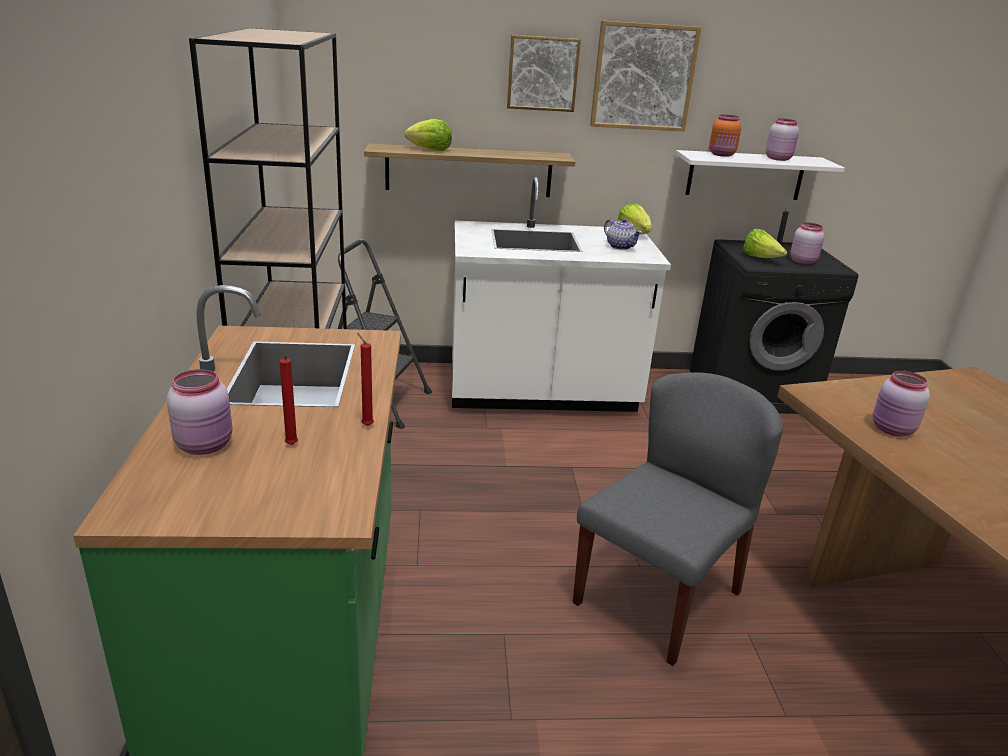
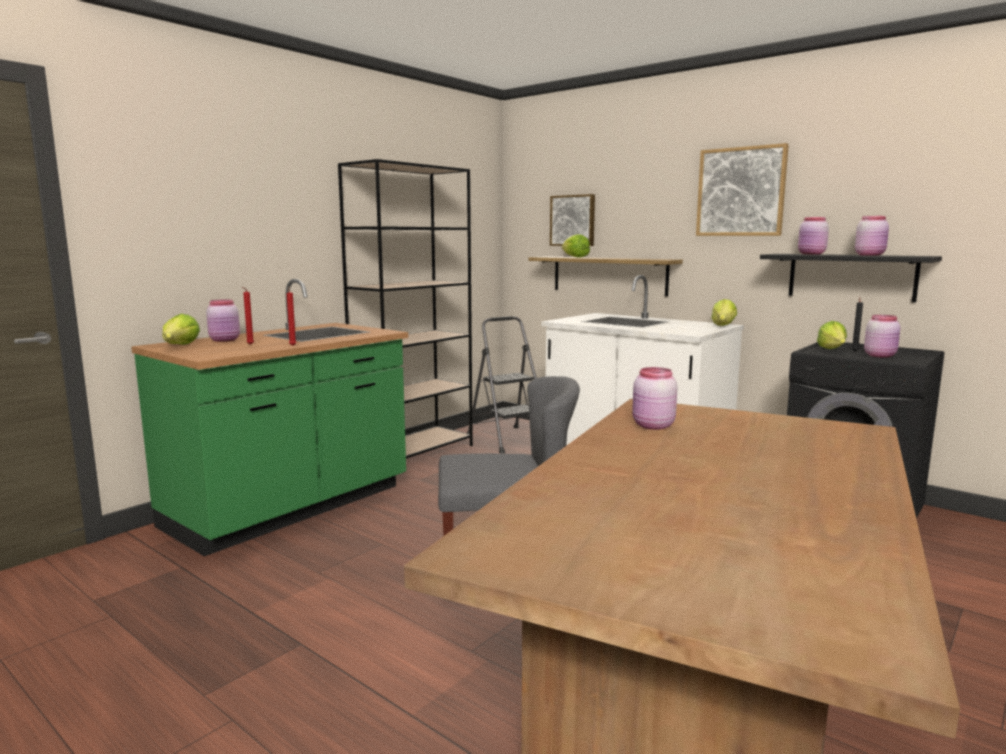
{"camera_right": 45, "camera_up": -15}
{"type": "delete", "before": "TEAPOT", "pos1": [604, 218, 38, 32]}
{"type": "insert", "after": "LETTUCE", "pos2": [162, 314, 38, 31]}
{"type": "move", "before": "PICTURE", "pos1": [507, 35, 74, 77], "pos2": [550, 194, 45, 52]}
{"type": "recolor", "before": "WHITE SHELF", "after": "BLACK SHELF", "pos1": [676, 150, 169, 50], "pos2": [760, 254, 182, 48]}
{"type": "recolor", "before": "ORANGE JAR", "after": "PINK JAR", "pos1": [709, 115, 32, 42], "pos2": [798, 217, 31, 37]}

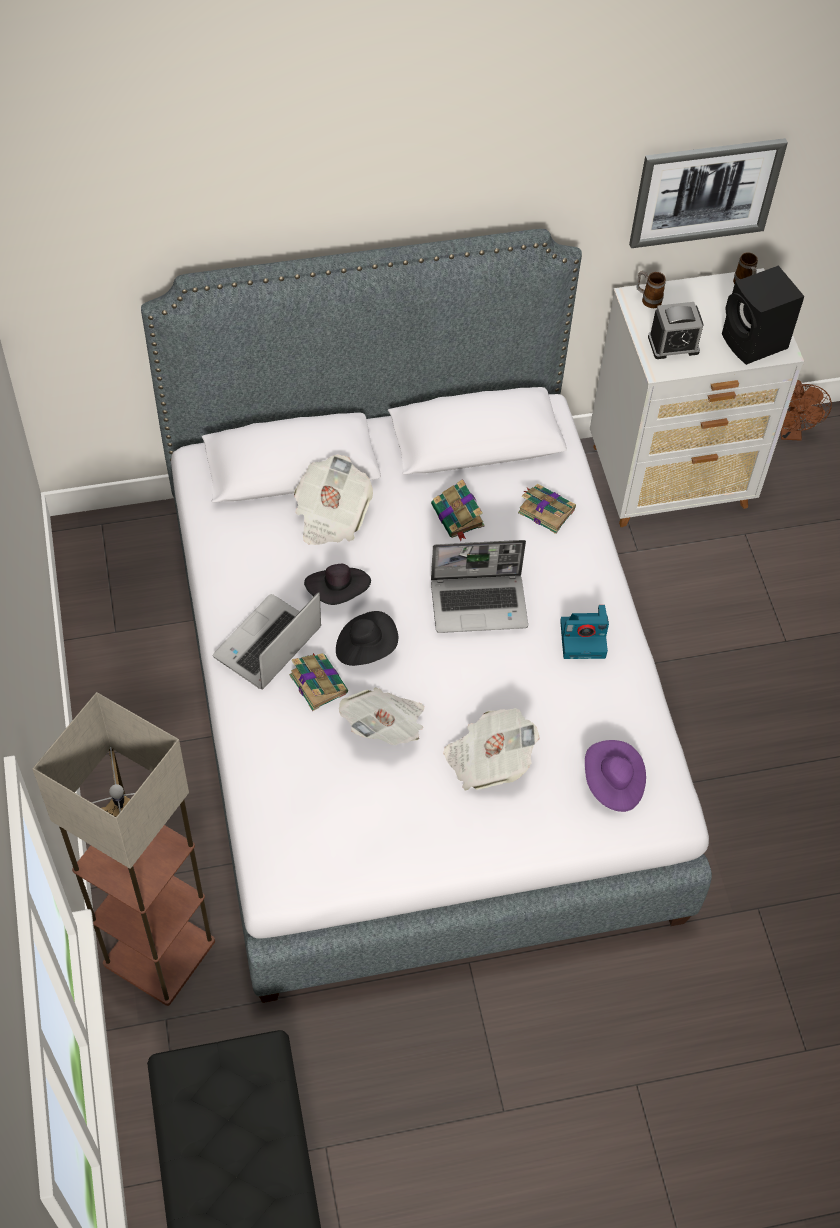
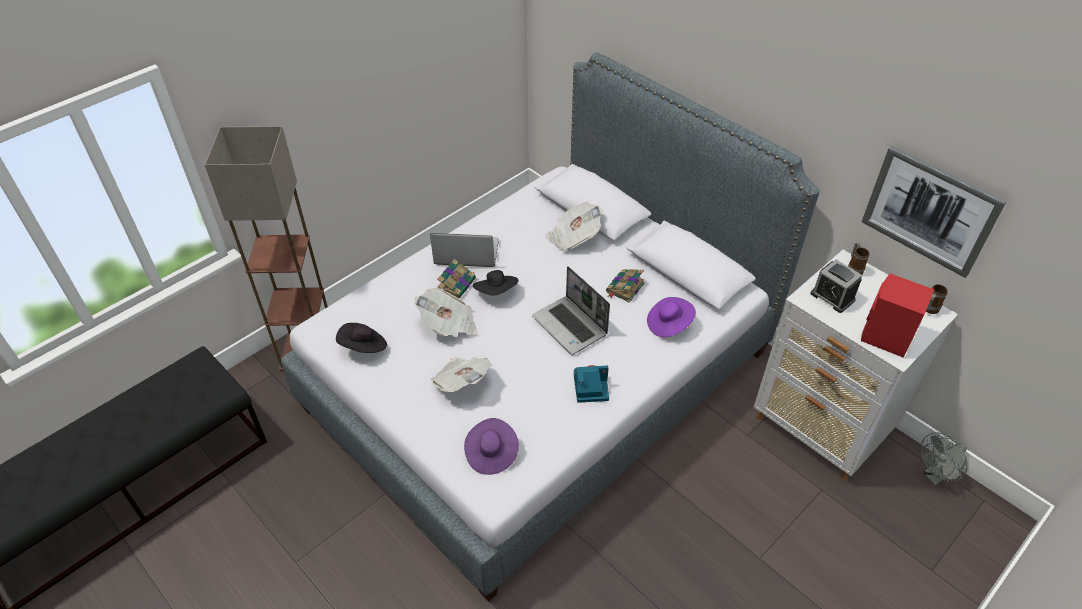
{"camera_right": 60, "camera_up": -10}
{"type": "move", "before": "BLACK HAT", "pos1": [304, 564, 67, 41], "pos2": [336, 323, 51, 30]}
{"type": "replace", "before": "BOOK", "after": "PURPLE HAT", "pos1": [518, 484, 58, 50], "pos2": [647, 297, 49, 40]}
{"type": "recolor", "before": "BLACK SPEAKER", "after": "RED SPEAKER", "pos1": [722, 265, 82, 100], "pos2": [861, 273, 73, 85]}
{"type": "recolor", "before": "BROWN FAN", "after": "GREY FAN", "pos1": [781, 380, 51, 61], "pos2": [921, 432, 47, 54]}
{"type": "rotate", "before": "PHOTO CAMERA", "pos1": [560, 605, 49, 54], "pos2": [574, 365, 35, 38], "turn": 120}

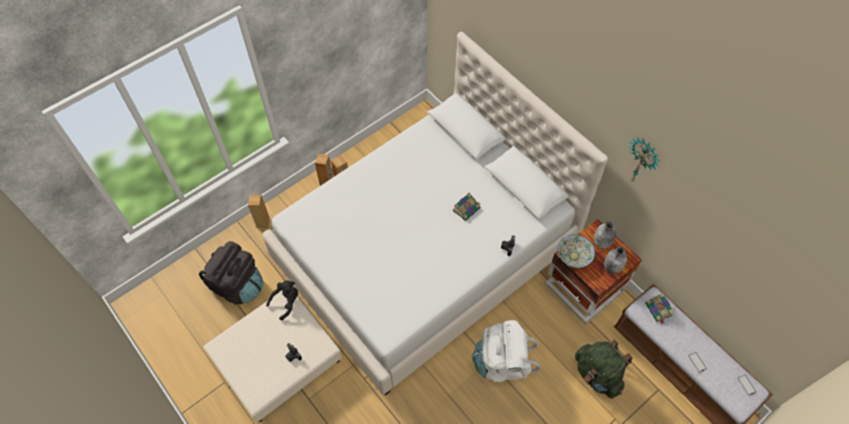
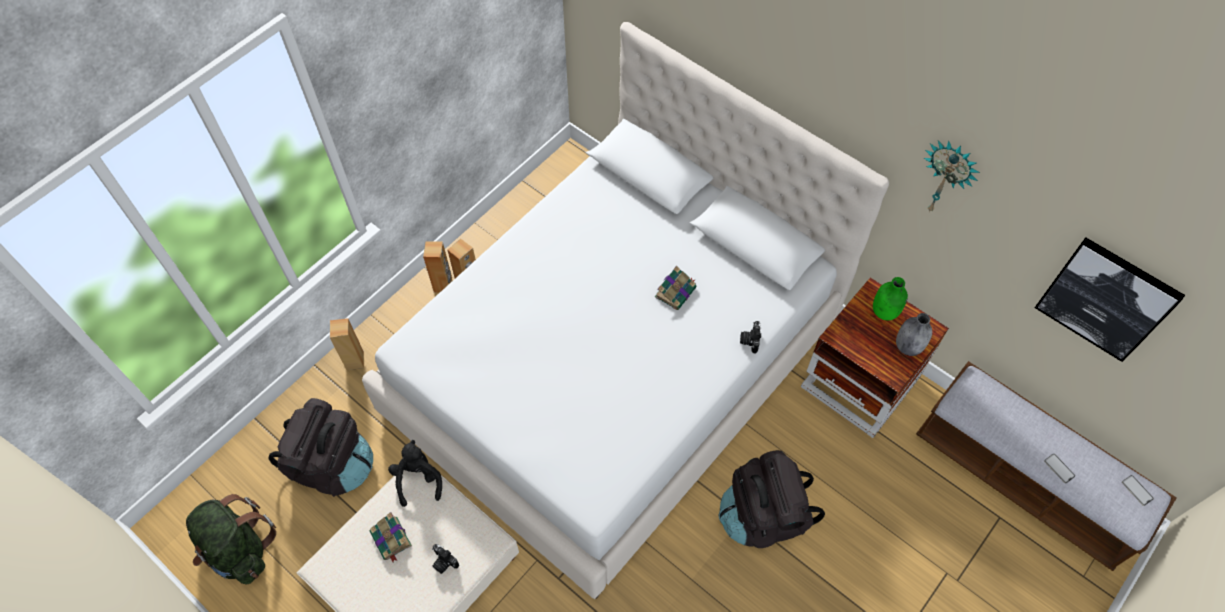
{"camera_right": -10, "camera_up": 0}
{"type": "delete", "before": "BOWL", "pos1": [557, 234, 38, 34]}
{"type": "insert", "after": "PICTURE", "pos2": [1035, 237, 150, 125]}
{"type": "move", "before": "GREEN BACKPACK", "pos1": [575, 340, 57, 59], "pos2": [186, 494, 90, 91]}
{"type": "move", "before": "BOOK", "pos1": [645, 293, 29, 31], "pos2": [370, 512, 42, 50]}
{"type": "recolor", "before": "WHITE BACKPACK", "after": "BLACK BACKPACK", "pos1": [472, 320, 68, 62], "pos2": [719, 450, 106, 98]}
{"type": "recolor", "before": "GREY BOTTLE", "after": "GREEN BOTTLE", "pos1": [594, 221, 22, 28], "pos2": [873, 277, 35, 43]}
{"type": "rotate", "before": "BLACK PLUSH TOY", "pos1": [266, 280, 32, 40], "pos2": [388, 440, 54, 67], "turn": -45}

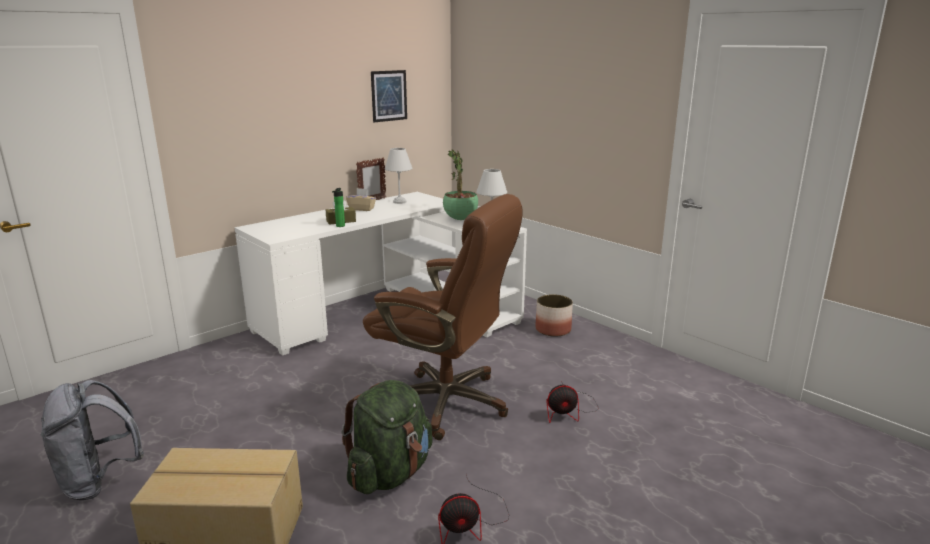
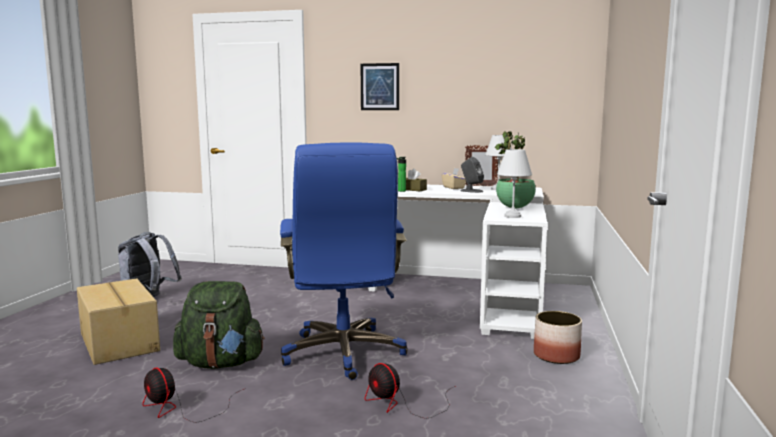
{"camera_right": 55, "camera_up": -10}
{"type": "insert", "after": "GREY SPEAKER", "pos2": [461, 157, 23, 36]}
{"type": "move", "before": "PICTURE", "pos1": [371, 70, 36, 52], "pos2": [361, 63, 38, 47]}
{"type": "recolor", "before": "BROWN OFFICE CHAIR", "after": "BLUE OFFICE CHAIR", "pos1": [363, 194, 160, 246], "pos2": [280, 143, 127, 237]}

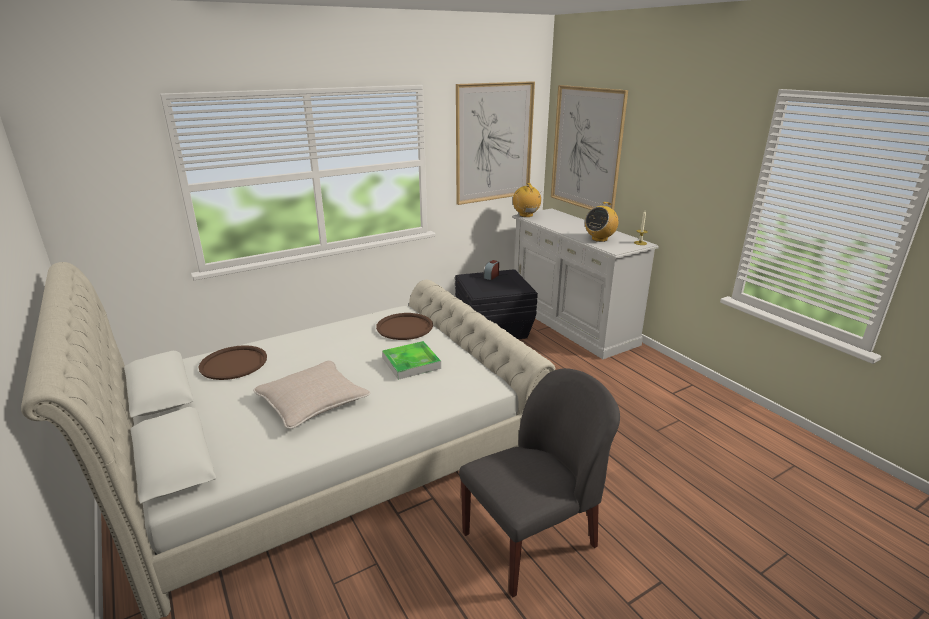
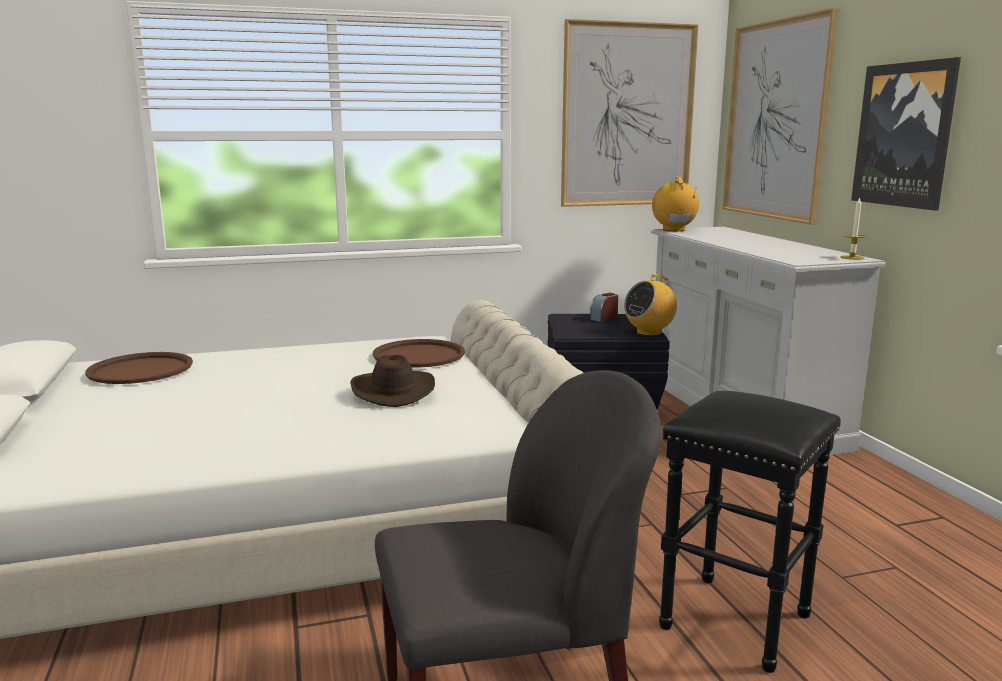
{"camera_right": 15, "camera_up": -10}
{"type": "delete", "before": "BEIGE PILLOW", "pos1": [253, 361, 117, 68]}
{"type": "insert", "after": "BLACK STOOL", "pos2": [659, 391, 182, 282]}
{"type": "insert", "after": "PICTURE", "pos2": [851, 57, 110, 154]}
{"type": "move", "before": "RADIO", "pos1": [585, 202, 34, 40], "pos2": [624, 274, 53, 62]}
{"type": "replace", "before": "TRAY", "after": "BROWN HAT", "pos1": [382, 341, 59, 39], "pos2": [350, 355, 85, 52]}

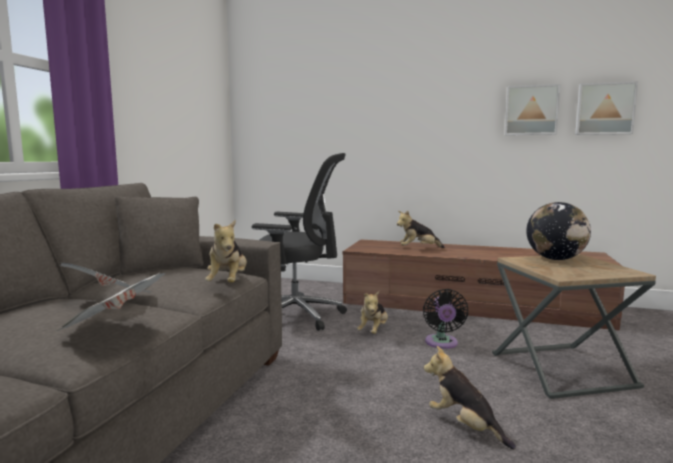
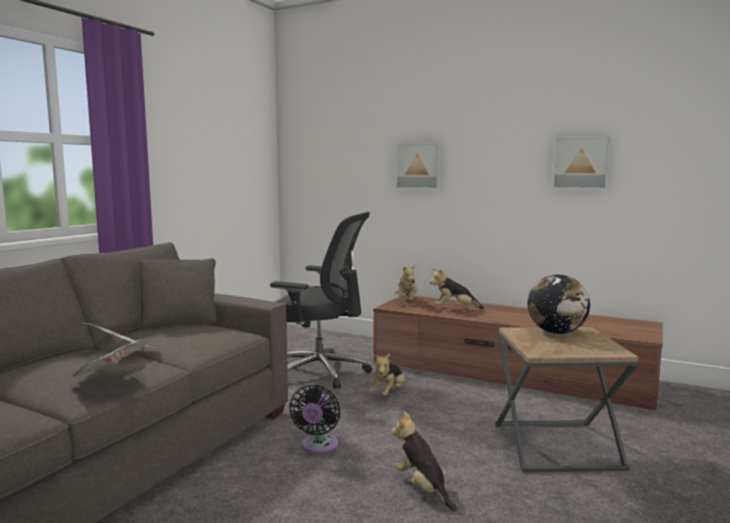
{"camera_right": 10, "camera_up": 0}
{"type": "move", "before": "PLUSH TOY", "pos1": [205, 220, 42, 63], "pos2": [395, 265, 22, 35]}
{"type": "move", "before": "BLACK FAN", "pos1": [423, 289, 45, 60], "pos2": [289, 385, 51, 69]}
{"type": "move", "before": "PICTURE", "pos1": [575, 81, 63, 54], "pos2": [395, 142, 46, 48]}

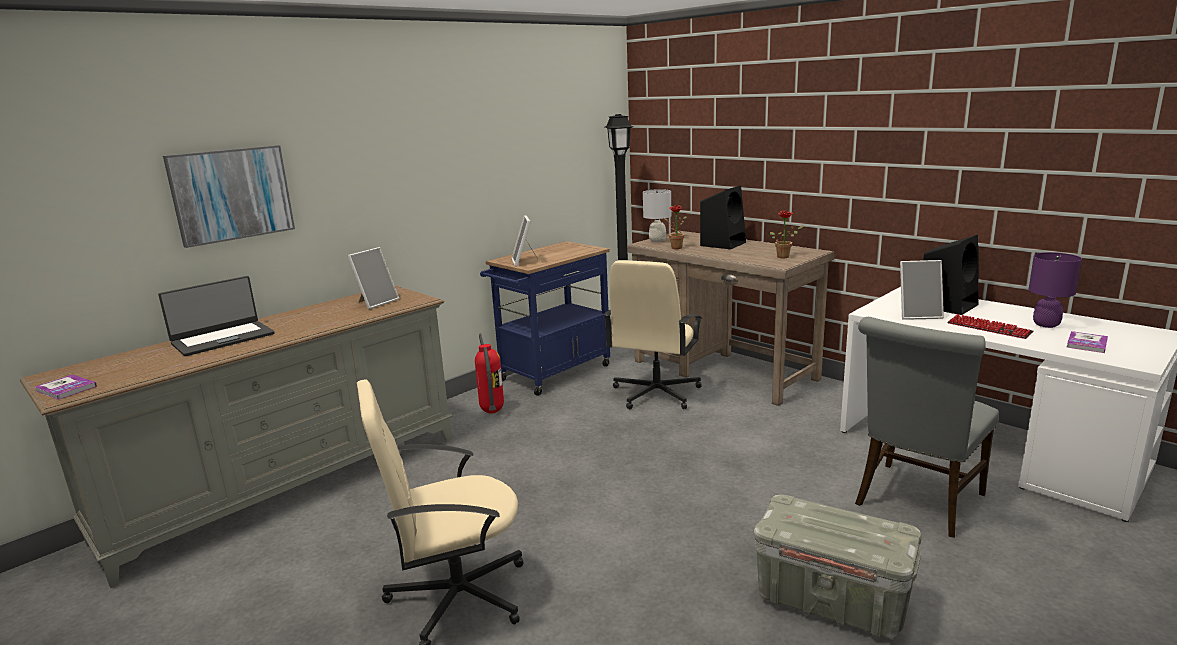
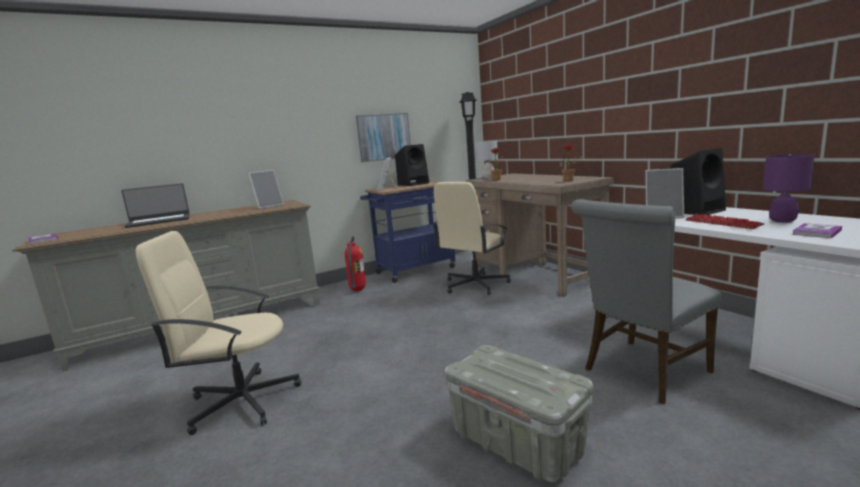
{"camera_right": 15, "camera_up": -5}
{"type": "move", "before": "PICTURE", "pos1": [163, 145, 132, 103], "pos2": [356, 113, 54, 49]}
{"type": "move", "before": "BLACK SPEAKER", "pos1": [700, 185, 46, 64], "pos2": [395, 144, 34, 42]}

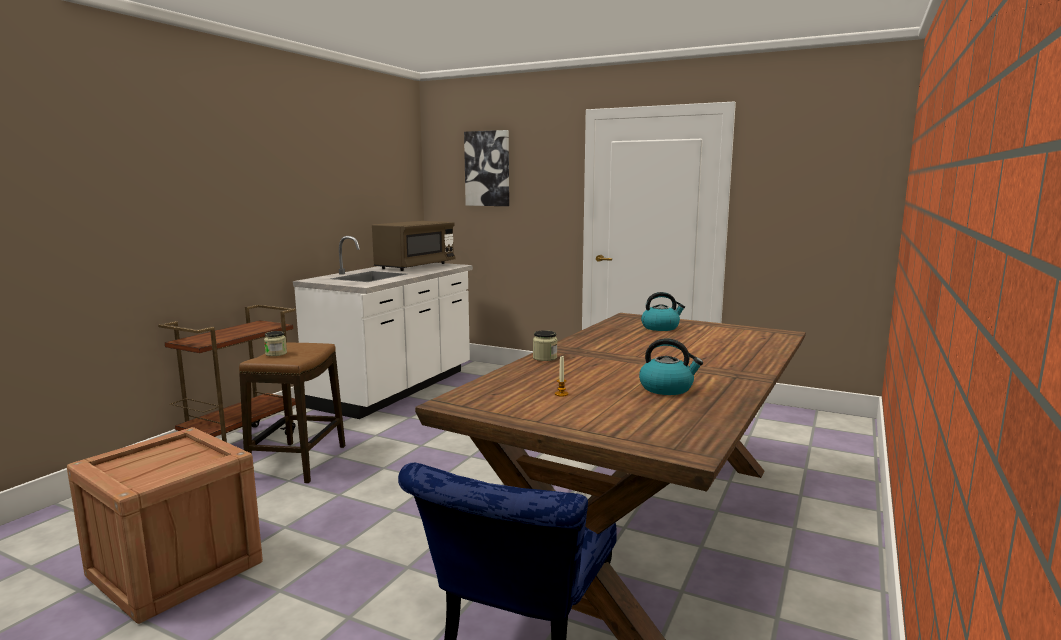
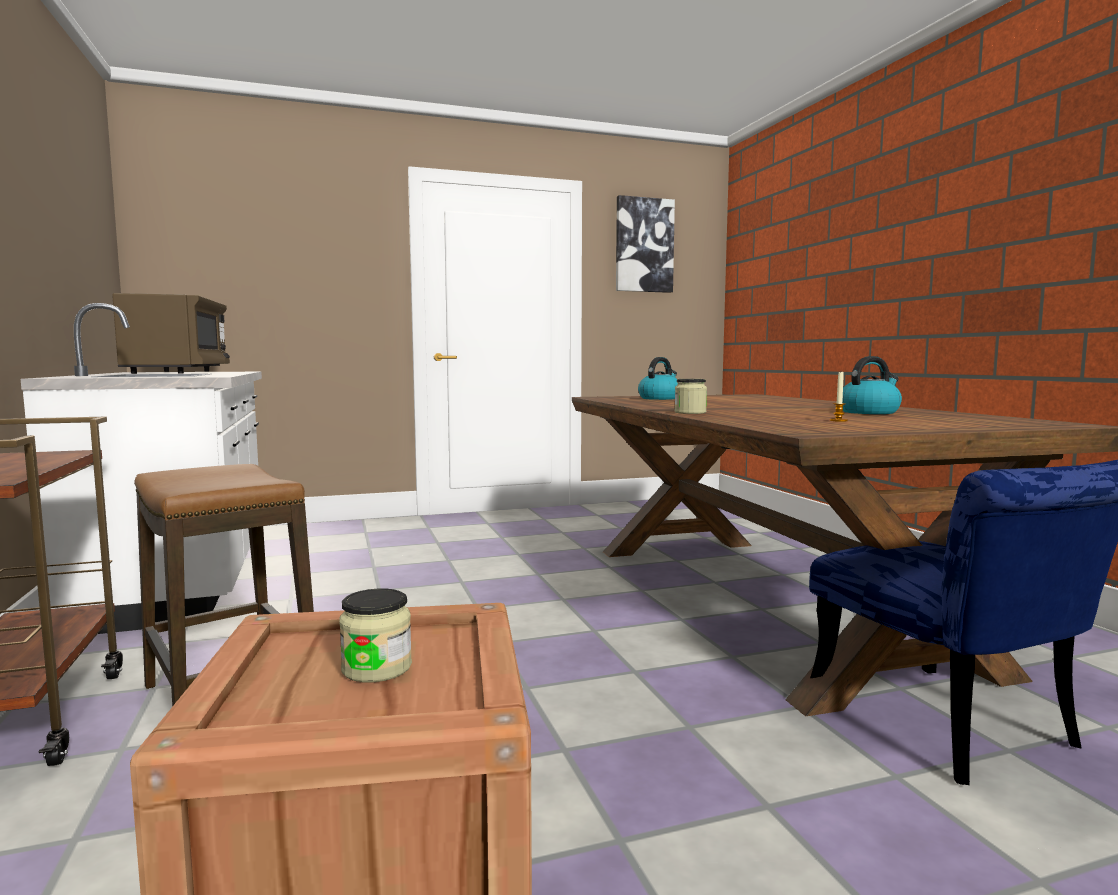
{"camera_right": -45, "camera_up": -5}
{"type": "move", "before": "JAR", "pos1": [264, 331, 23, 25], "pos2": [339, 589, 73, 93]}
{"type": "move", "before": "PICTURE", "pos1": [464, 130, 45, 76], "pos2": [616, 195, 59, 98]}

